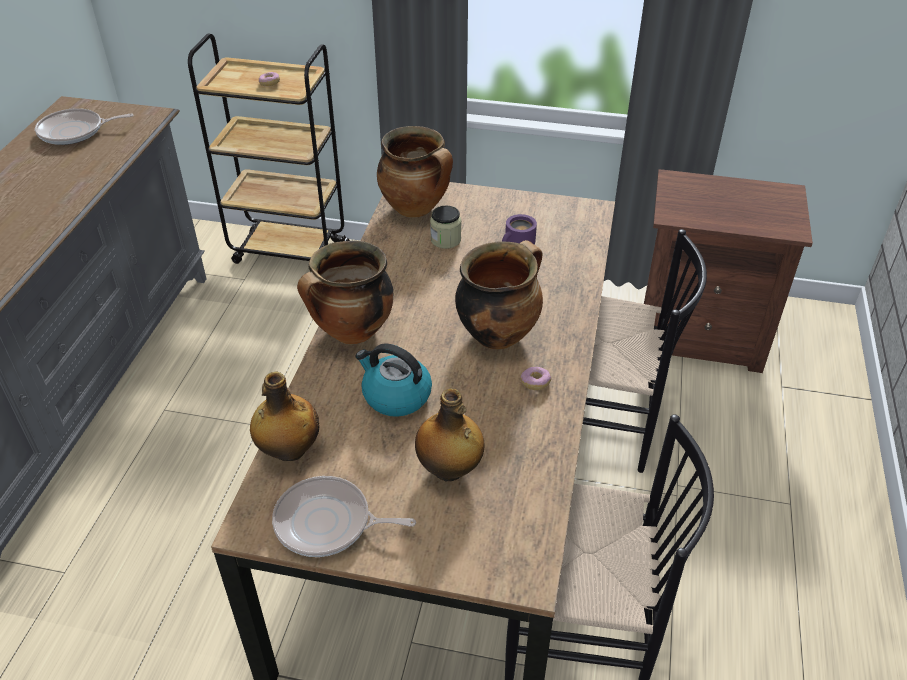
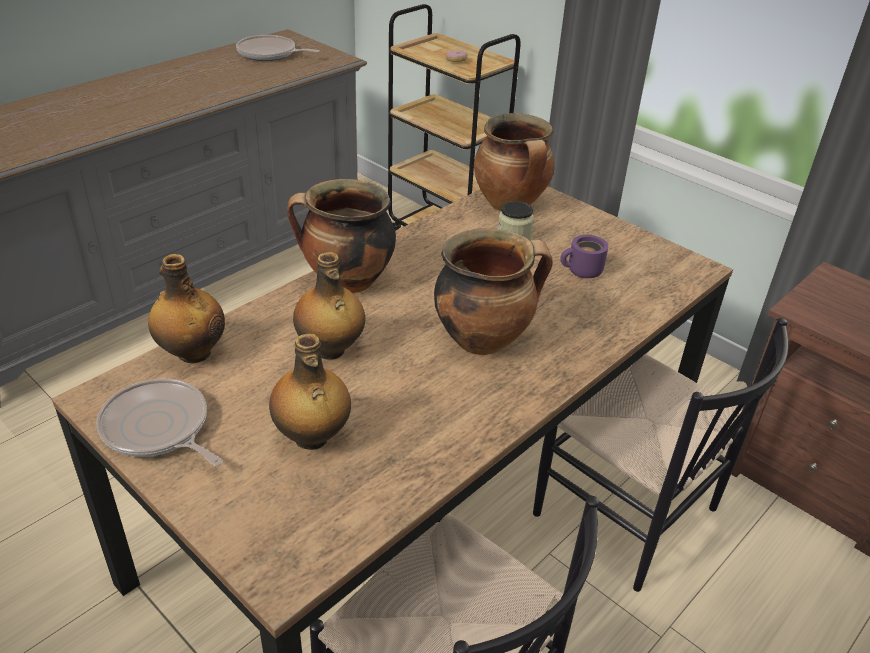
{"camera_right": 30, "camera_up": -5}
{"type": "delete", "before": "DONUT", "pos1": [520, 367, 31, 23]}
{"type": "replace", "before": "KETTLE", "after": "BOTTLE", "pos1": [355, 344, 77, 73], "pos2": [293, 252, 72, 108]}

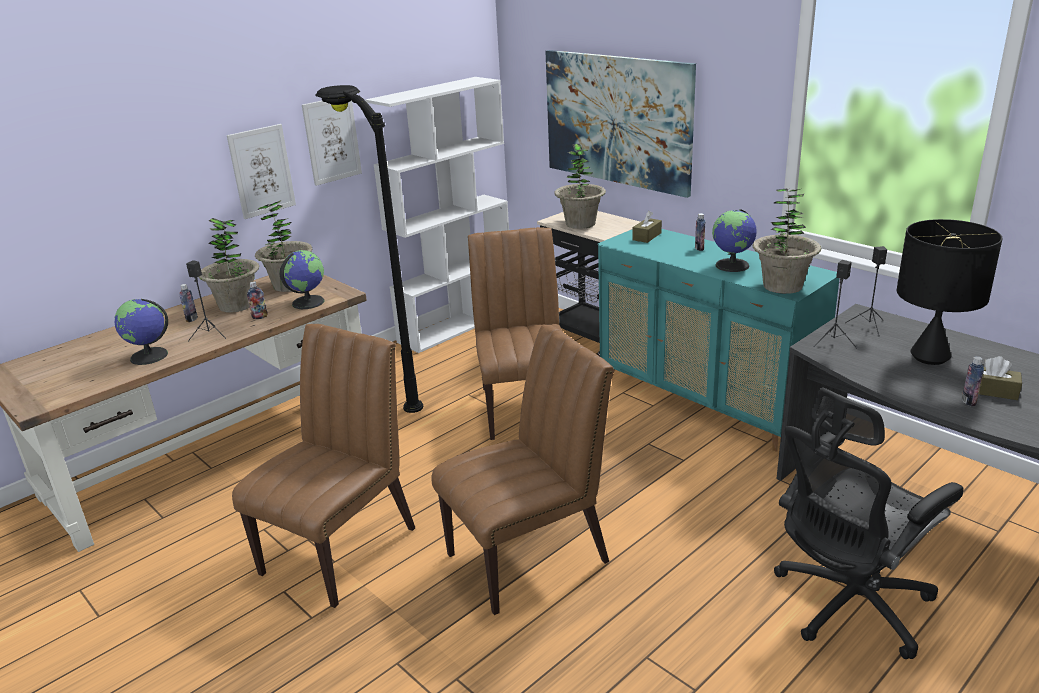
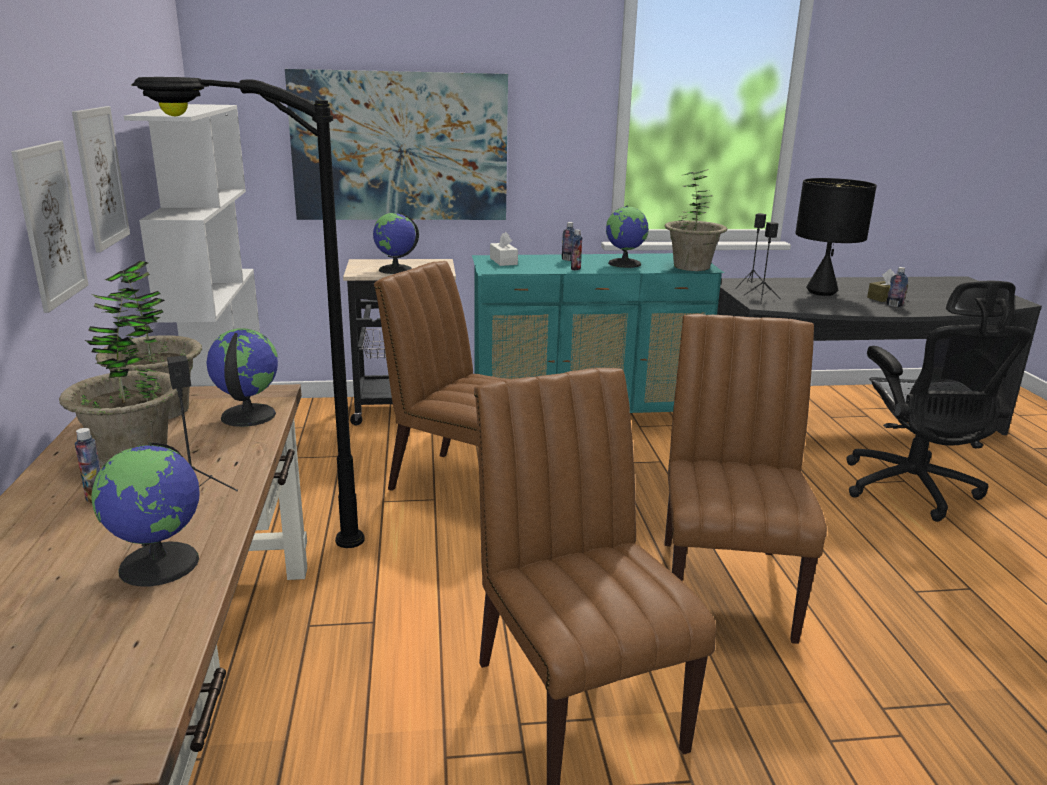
{"camera_right": -55, "camera_up": -5}
{"type": "move", "before": "BOTTLE", "pos1": [247, 282, 21, 37], "pos2": [571, 229, 11, 42]}
{"type": "replace", "before": "POTTED PLANT", "after": "GLOBE", "pos1": [554, 144, 52, 85], "pos2": [373, 213, 46, 61]}
{"type": "recolor", "before": "BROWN TISSUE BOX", "after": "WHITE TISSUE BOX", "pos1": [632, 211, 30, 32], "pos2": [490, 232, 28, 34]}

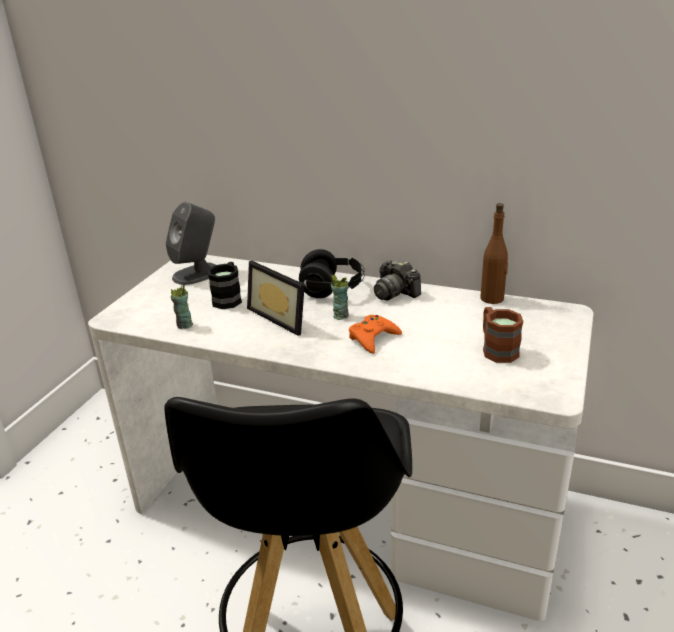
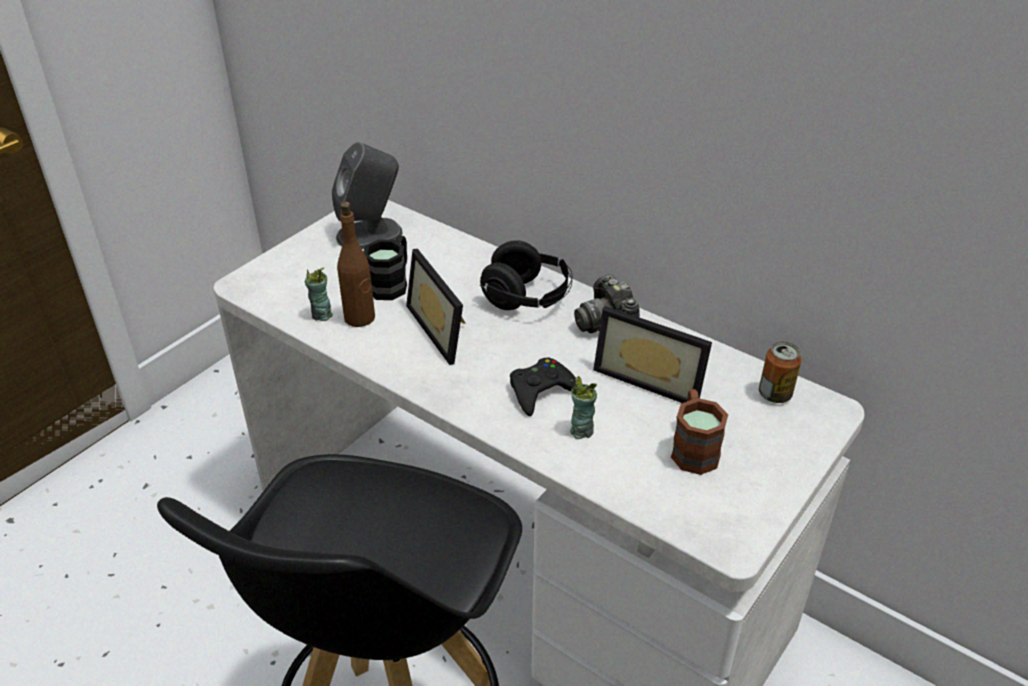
{"camera_right": 15, "camera_up": 10}
{"type": "insert", "after": "PICTURE FRAME", "pos2": [593, 306, 119, 97]}
{"type": "insert", "after": "CAN", "pos2": [759, 341, 43, 62]}
{"type": "move", "before": "CUP", "pos1": [331, 275, 18, 45], "pos2": [570, 376, 27, 63]}
{"type": "move", "before": "BROWN BOTTLE", "pos1": [480, 203, 28, 101], "pos2": [337, 201, 38, 126]}
{"type": "recolor", "before": "ORANGE GAME CONTROLLER", "after": "BLACK GAME CONTROLLER", "pos1": [349, 315, 53, 39], "pos2": [510, 358, 66, 58]}

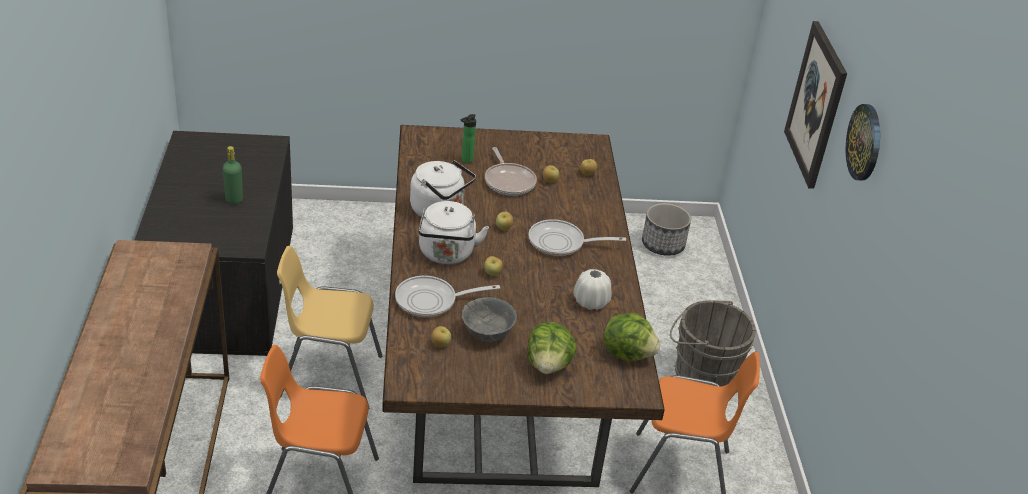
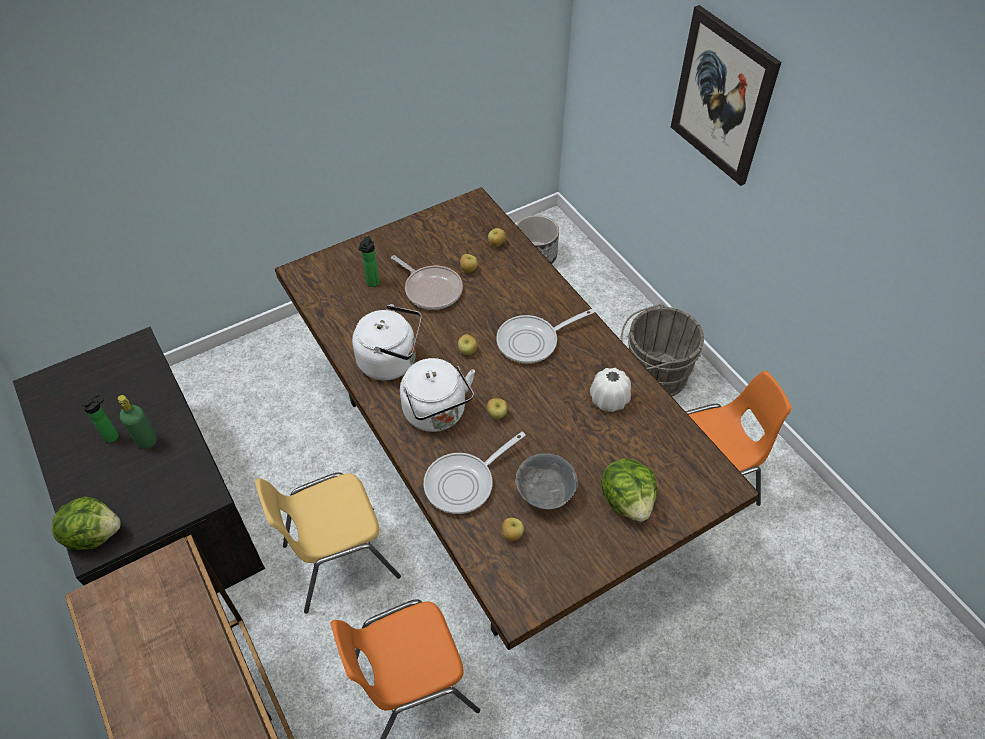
{"camera_right": -25, "camera_up": 15}
{"type": "delete", "before": "WALL CLOCK", "pos1": [846, 104, 34, 76]}
{"type": "insert", "after": "BOTTLE", "pos2": [80, 393, 38, 50]}
{"type": "move", "before": "LETTUCE", "pos1": [603, 313, 58, 48], "pos2": [52, 496, 69, 54]}

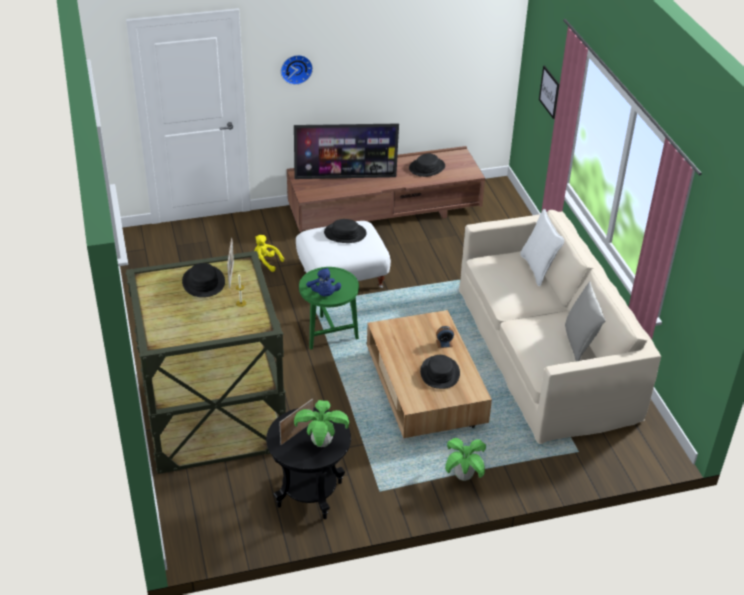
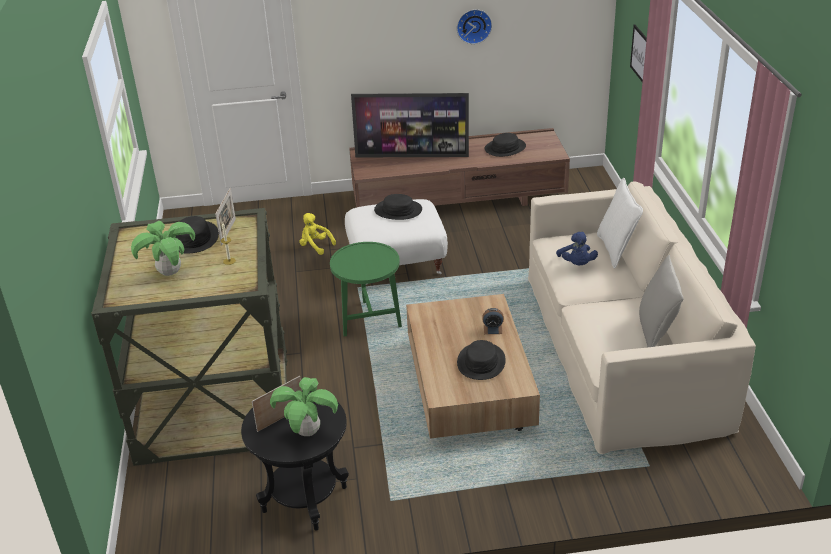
{"camera_right": 10, "camera_up": -5}
{"type": "move", "before": "WALL CLOCK", "pos1": [281, 55, 32, 30], "pos2": [457, 9, 35, 35]}
{"type": "move", "before": "BLUE PLUSH TOY", "pos1": [306, 268, 35, 28], "pos2": [556, 232, 42, 33]}
{"type": "move", "before": "POTTED PLANT", "pos1": [445, 438, 41, 43], "pos2": [131, 221, 64, 55]}

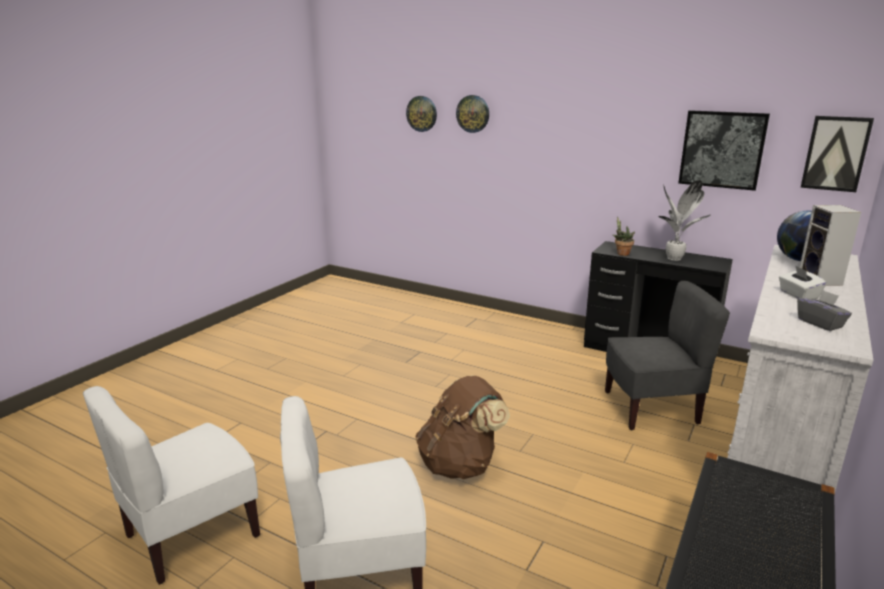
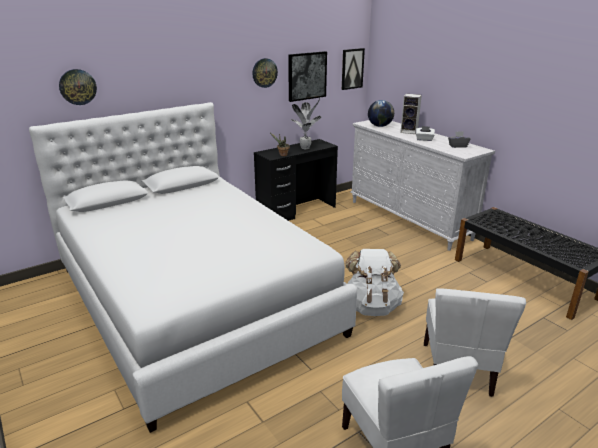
{"camera_right": -65, "camera_up": 5}
{"type": "delete", "before": "GREY CHAIR", "pos1": [605, 281, 125, 149]}
{"type": "insert", "after": "WHITE BED", "pos2": [29, 102, 329, 331]}
{"type": "move", "before": "WALL CLOCK", "pos1": [456, 95, 33, 38], "pos2": [252, 58, 26, 30]}
{"type": "recolor", "before": "BROWN BACKPACK", "after": "WHITE BACKPACK", "pos1": [415, 375, 95, 104], "pos2": [346, 249, 58, 67]}

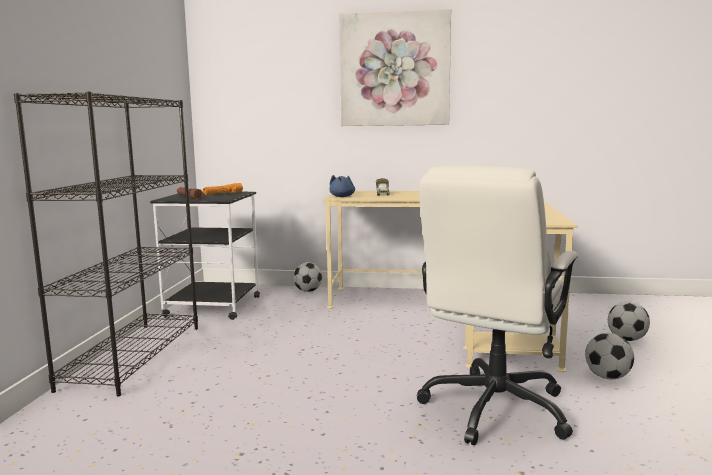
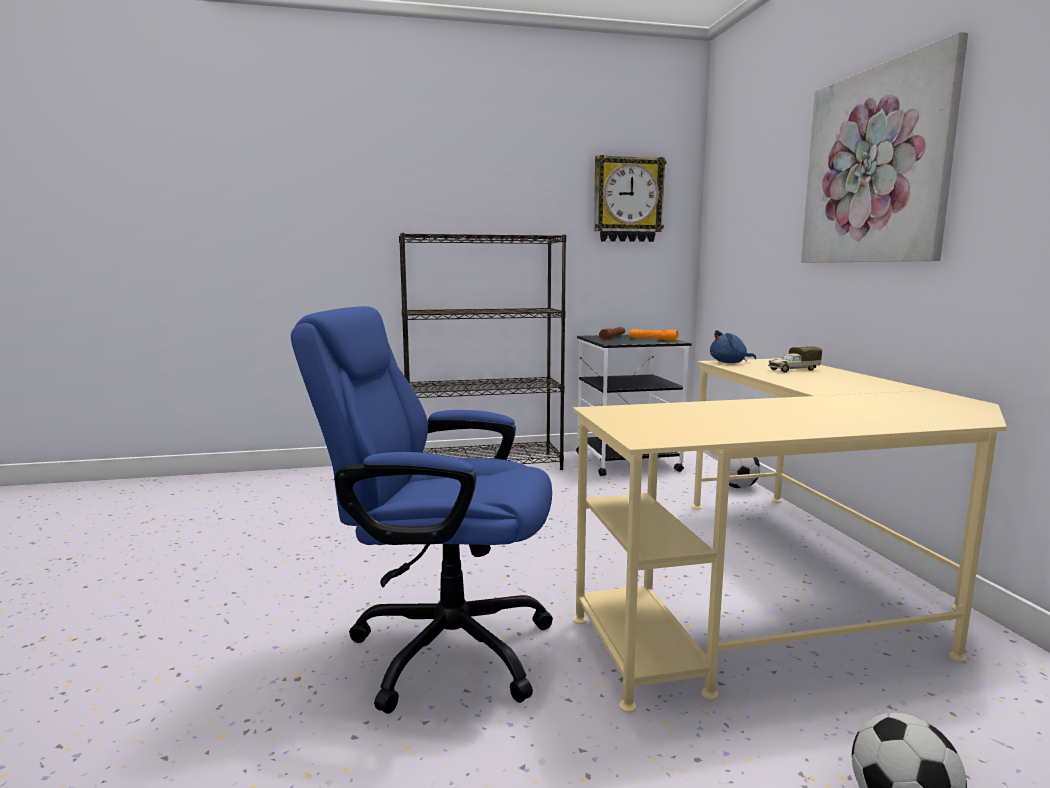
{"camera_right": 70, "camera_up": 0}
{"type": "delete", "before": "FOOTBALL", "pos1": [585, 333, 49, 47]}
{"type": "insert", "after": "WALL CLOCK", "pos2": [594, 155, 72, 87]}
{"type": "recolor", "before": "WHITE OFFICE CHAIR", "after": "BLUE OFFICE CHAIR", "pos1": [416, 166, 162, 279], "pos2": [291, 306, 262, 408]}

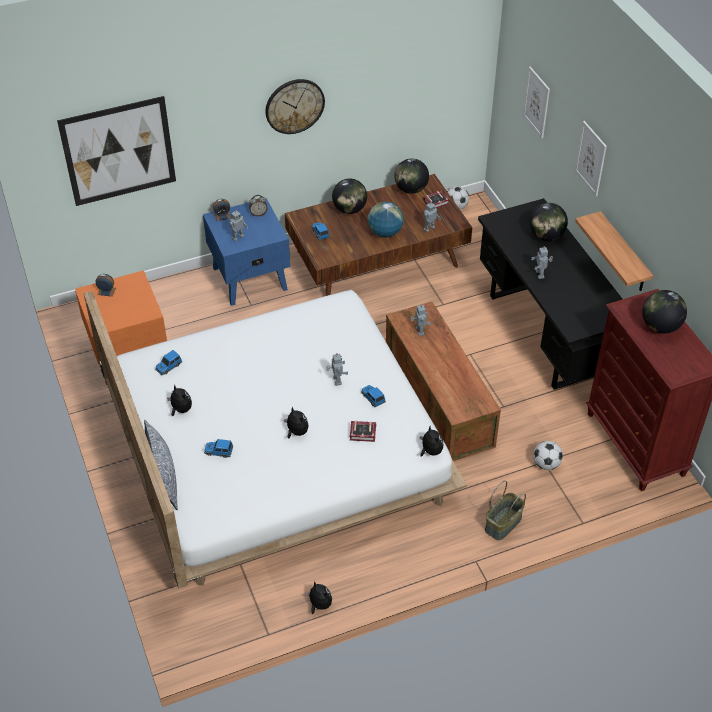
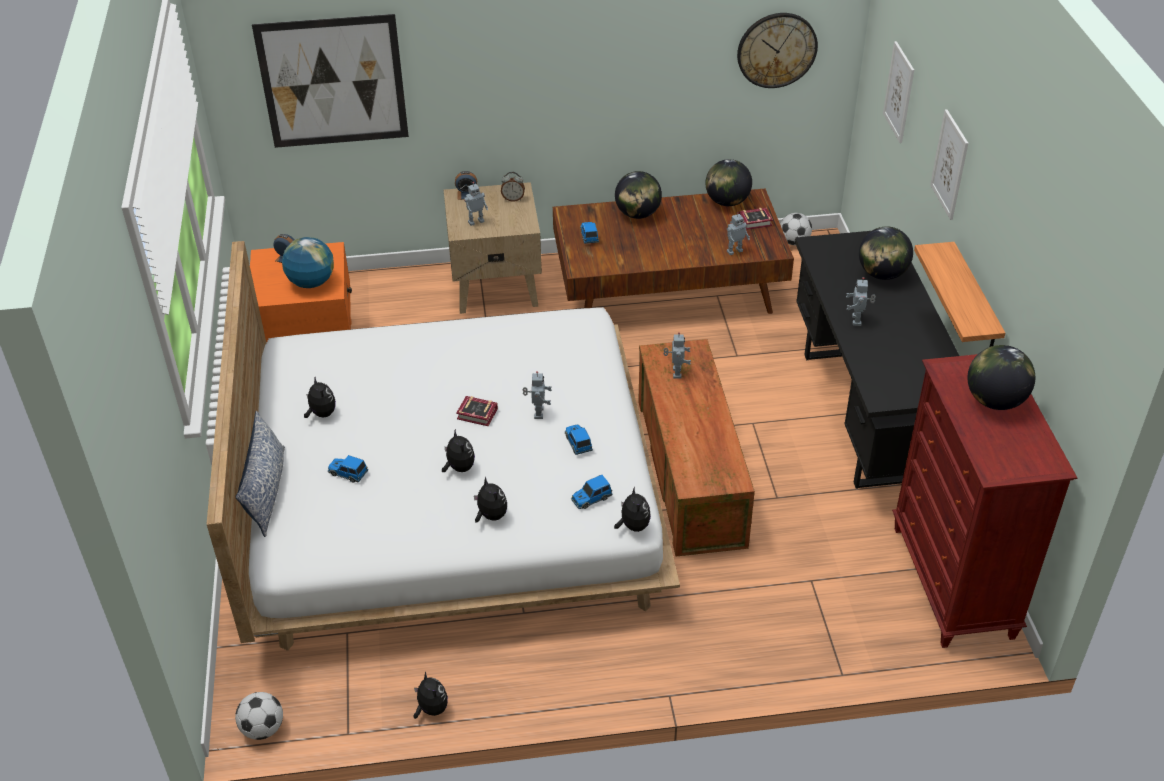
{"camera_right": 15, "camera_up": -5}
{"type": "delete", "before": "BASKET", "pos1": [485, 480, 41, 60]}
{"type": "insert", "after": "PLUSH TOY", "pos2": [474, 477, 33, 46]}
{"type": "move", "before": "TOY CAR", "pos1": [155, 350, 27, 25], "pos2": [571, 475, 41, 34]}
{"type": "move", "before": "WALL CLOCK", "pos1": [265, 79, 60, 55], "pos2": [737, 13, 81, 75]}
{"type": "move", "before": "BOOK", "pos1": [350, 421, 26, 21], "pos2": [456, 396, 42, 30]}
{"type": "move", "before": "GLOBE", "pos1": [368, 201, 36, 37], "pos2": [282, 237, 52, 51]}
{"type": "move", "before": "FOOTBALL", "pos1": [533, 441, 30, 29], "pos2": [235, 692, 48, 48]}
{"type": "recolor", "before": "BLUE NIGHTSTAND", "after": "BEIGE NIGHTSTAND", "pos1": [203, 198, 87, 108], "pos2": [444, 182, 98, 132]}

